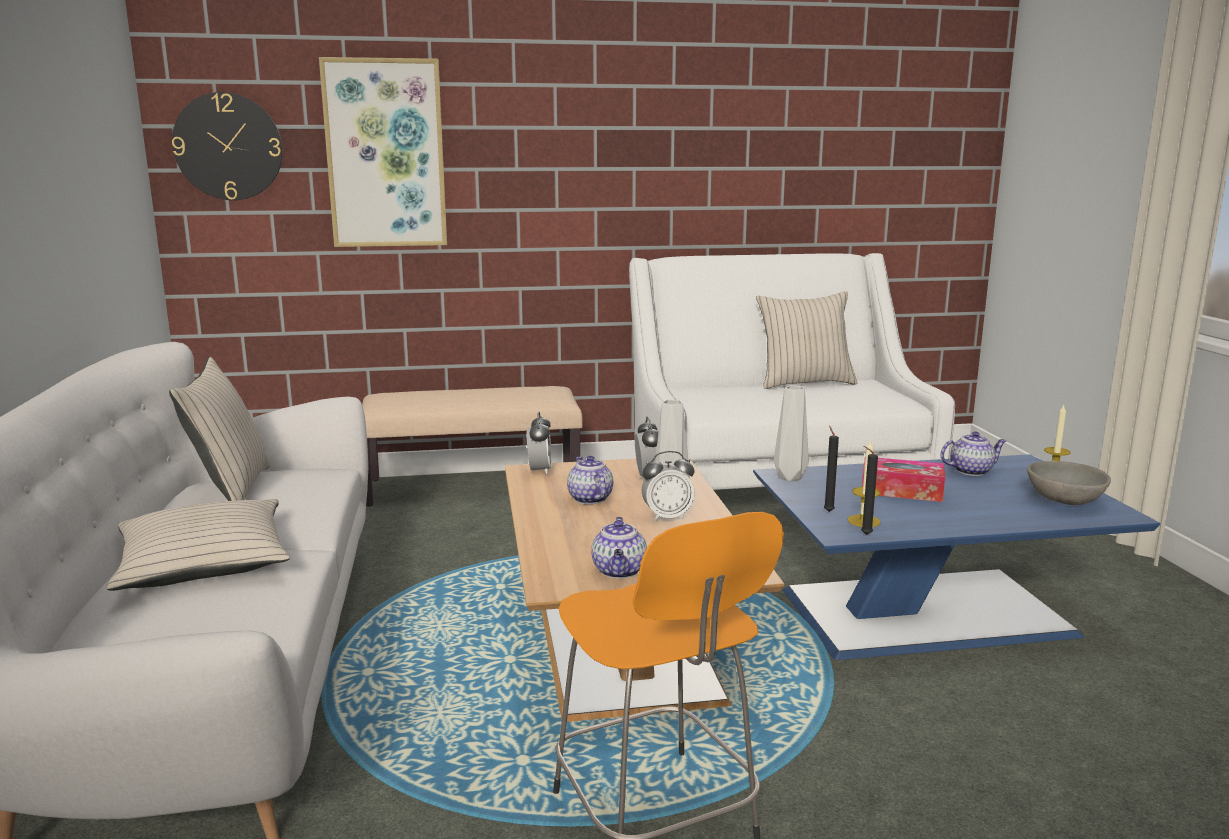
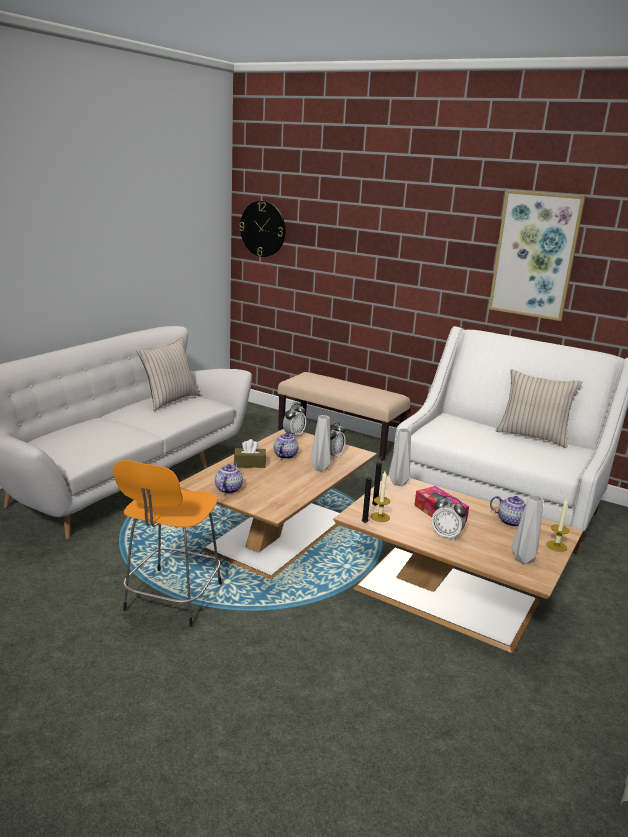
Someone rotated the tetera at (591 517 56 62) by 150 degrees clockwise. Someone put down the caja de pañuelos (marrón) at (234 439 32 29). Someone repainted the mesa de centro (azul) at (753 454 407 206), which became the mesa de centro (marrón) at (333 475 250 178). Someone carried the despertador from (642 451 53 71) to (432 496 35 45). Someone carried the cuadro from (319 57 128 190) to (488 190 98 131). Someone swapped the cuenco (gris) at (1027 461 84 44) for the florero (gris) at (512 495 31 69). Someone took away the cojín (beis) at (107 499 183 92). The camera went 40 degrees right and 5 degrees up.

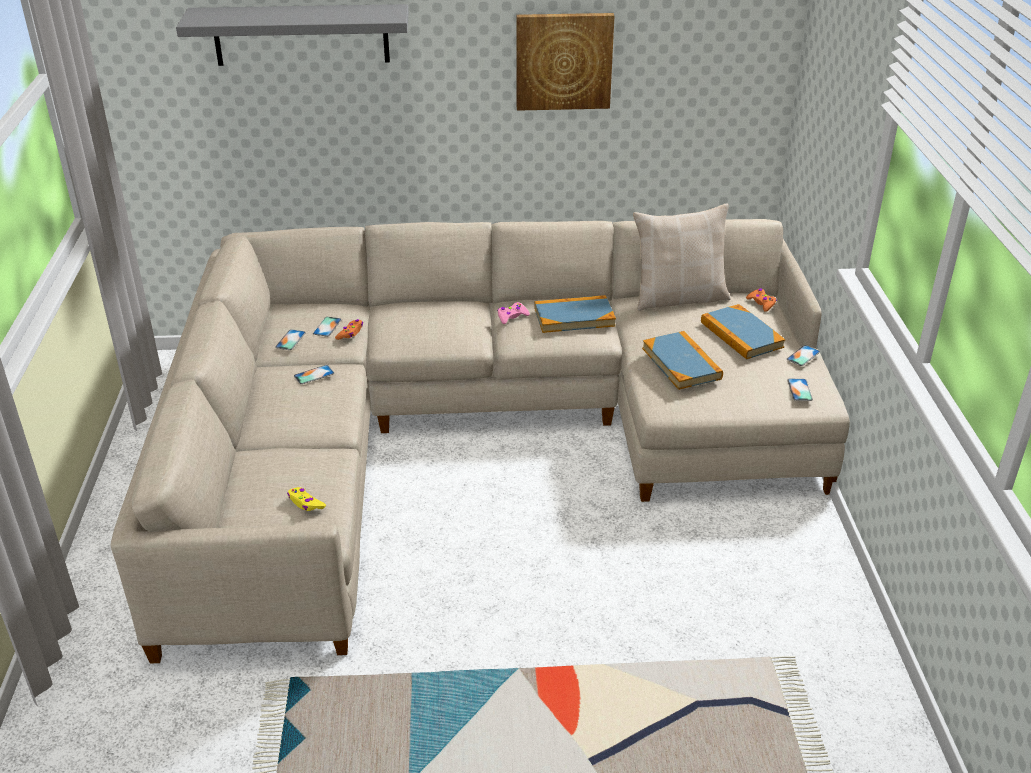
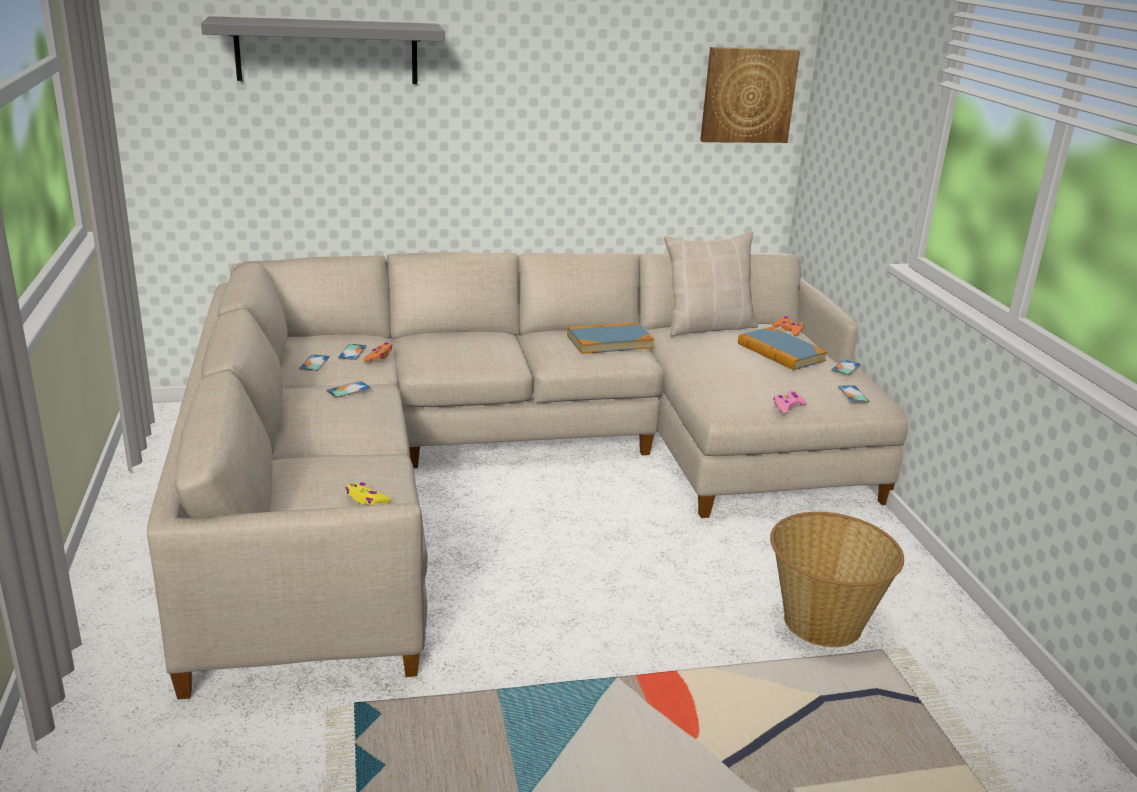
Someone carried the cuadro from (517 13 97 98) to (700 47 100 96). Someone put down the cesta at (770 512 134 135). Someone carried the mando de consola (rosa) from (498 302 32 22) to (774 391 33 23). Someone took away the libro at (642 331 81 59). The camera went 10 degrees left and 10 degrees down.

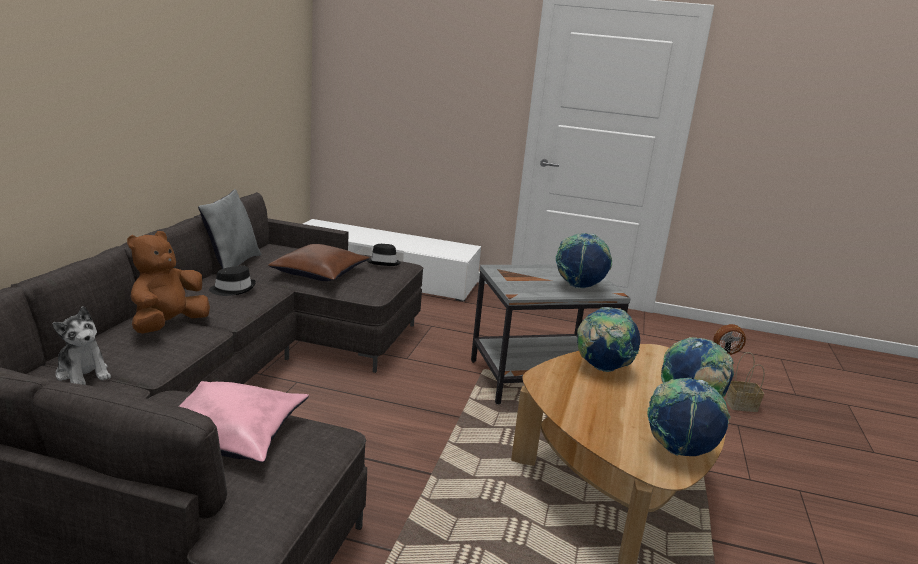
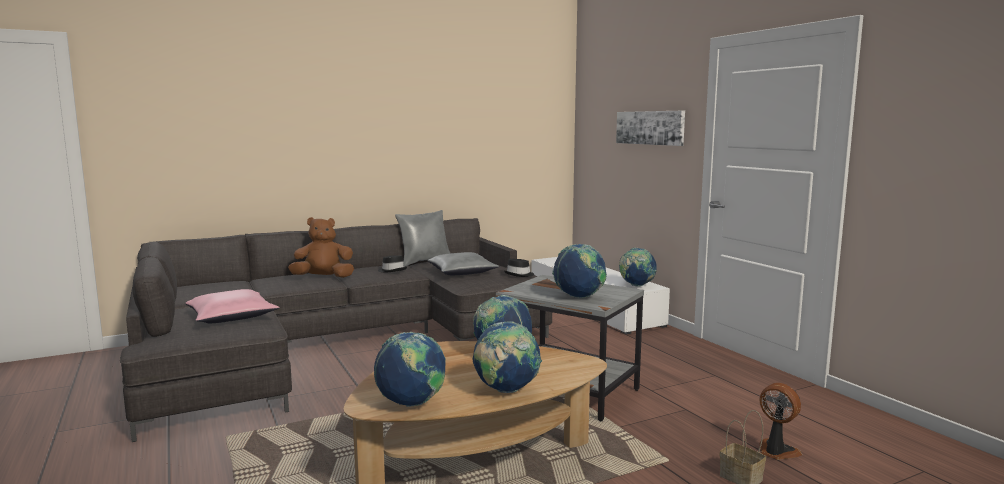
Someone repainted the cojín (marrón) at (268 244 102 37), which became the cojín (gris) at (427 252 72 23). Someone put up the cuadro at (616 111 69 35). Someone put down the globo terráqueo at (619 248 38 38). Someone took away the peluche at (52 306 59 79). The camera went 50 degrees right and 10 degrees down.

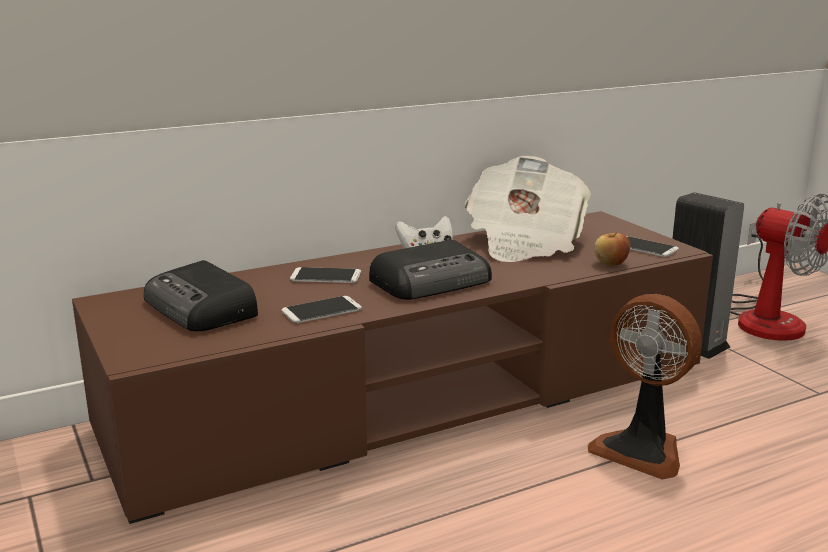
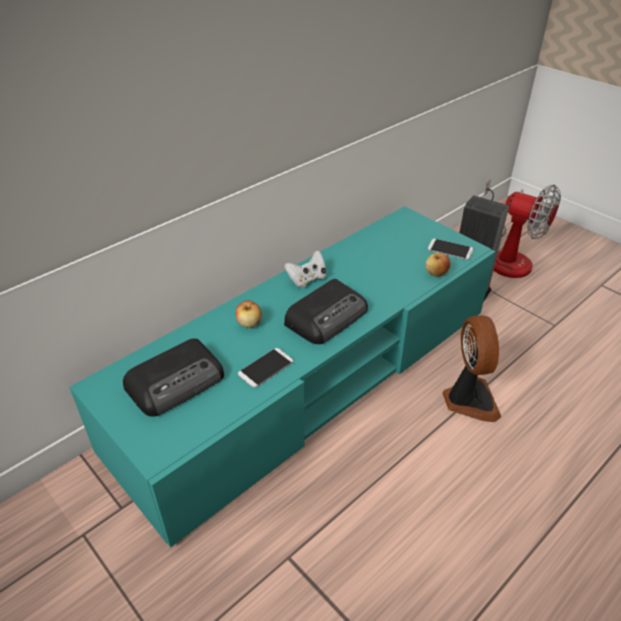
Someone repainted the mueble de televisión (marrón) at (72 211 641 313), which became the mueble de televisión (turquesa) at (69 206 427 341). Someone rotated the radio at (144 260 114 71) by 75 degrees counterclockwise. Someone swapped the móvil at (290 267 71 16) for the manzana at (236 300 26 28). Someone rotated the ventilador at (587 294 115 185) by 120 degrees counterclockwise. Someone took away the periódico at (465 156 126 106). The camera went 15 degrees left and 20 degrees up.

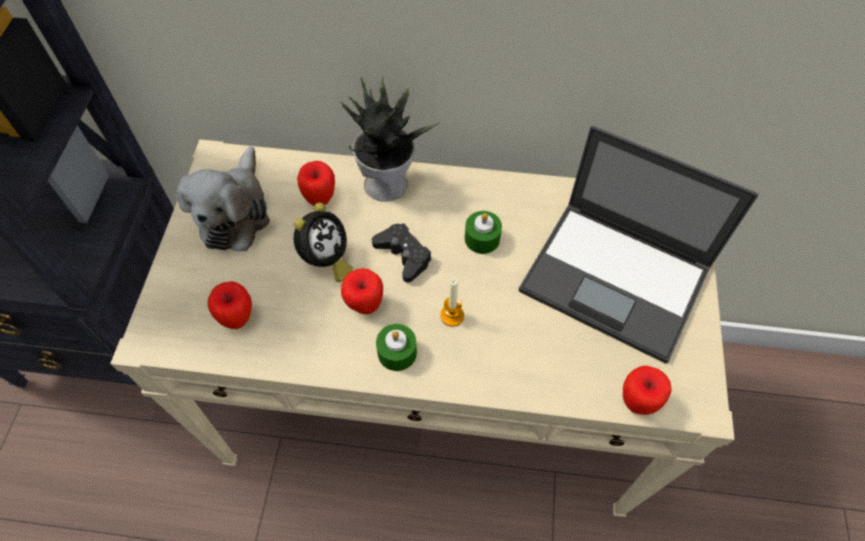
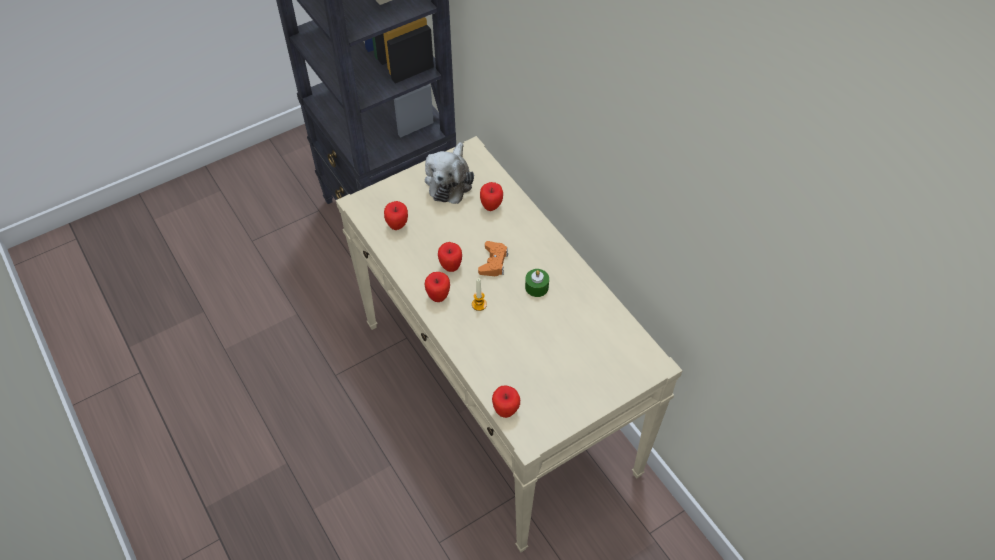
Someone rotated the peluche at (176 146 94 106) by 45 degrees counterclockwise. Someone swapped the vela (verde) at (376 324 41 47) for the manzana at (425 272 25 30). Someone repainted the mando de consola (negro) at (372 223 60 60), which became the mando de consola (naranja) at (478 241 30 35). Someone took away the despertador at (294 202 59 80). Someone took away the planta en maceta at (339 75 100 127). Someone took away the portátil at (519 125 240 239). The camera went 50 degrees right and 5 degrees down.

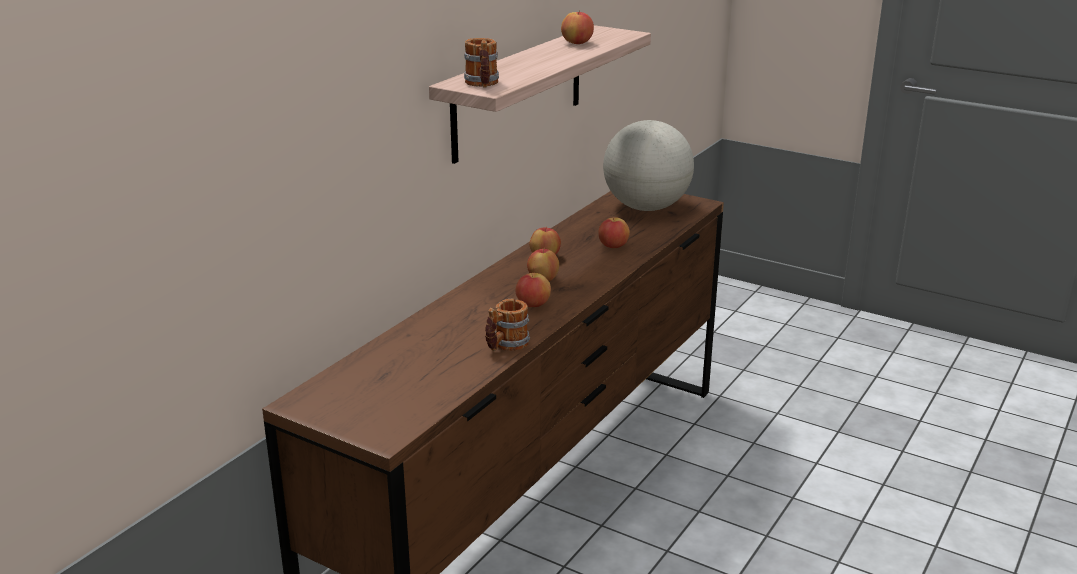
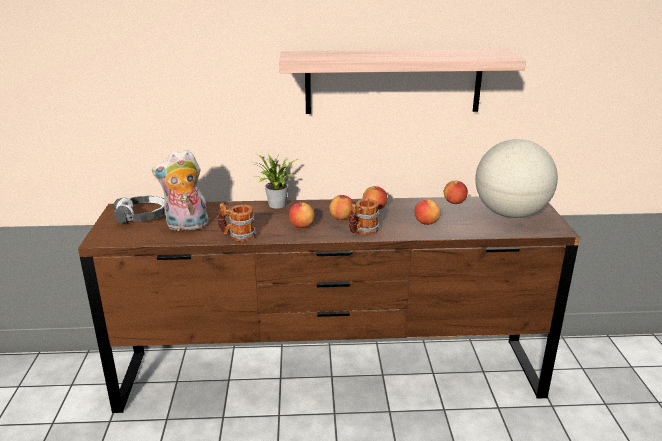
Someone put down the auriculares at (114 196 51 28). Someone put down the peluche at (152 149 59 82). Someone put down the planta en maceta at (254 153 44 56). Someone carried the taza grande from (464 38 35 49) to (349 199 31 36). Someone carried the manzana from (561 11 33 33) to (444 180 24 24). The camera went 55 degrees right and 0 degrees up.

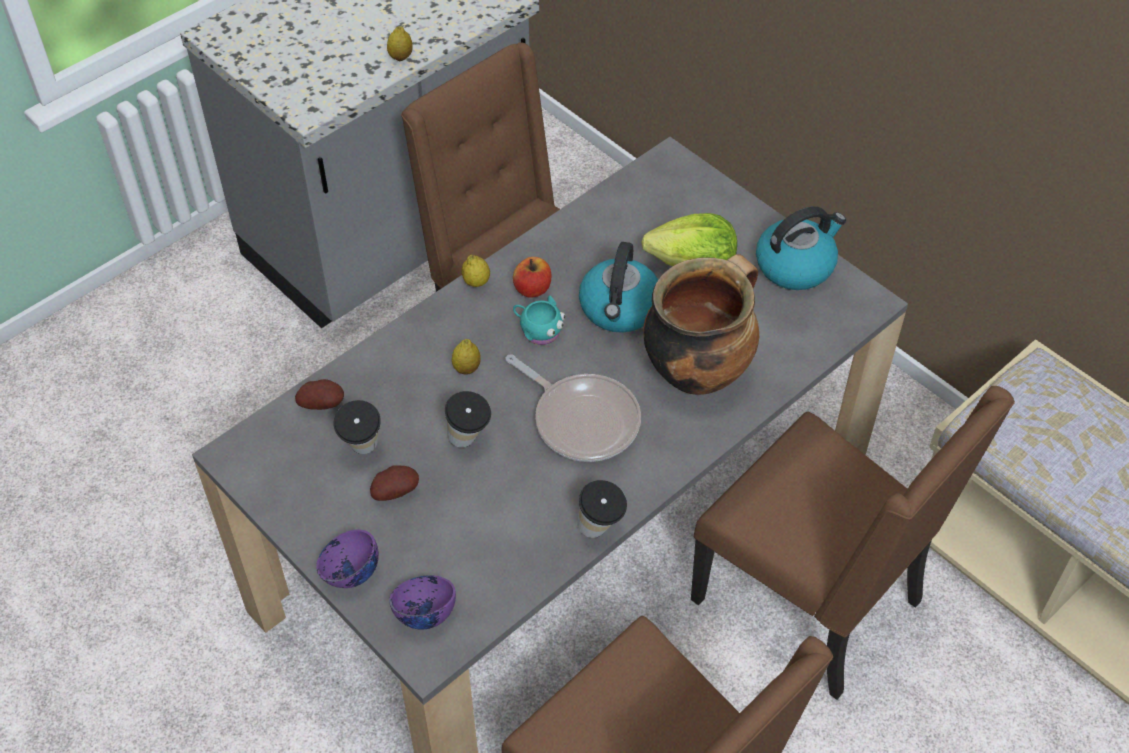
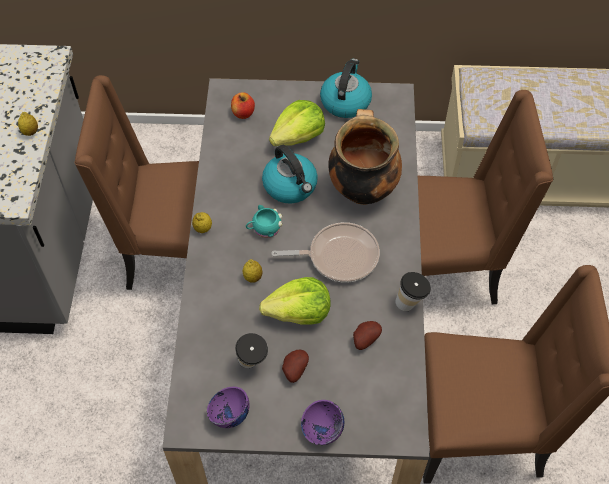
Someone carried the cuenco (morado) from (389 575 67 55) to (207 387 43 41). Someone carried the manzana from (513 257 39 41) to (231 92 24 27). Someone swapped the taza at (445 391 46 57) for the lechuga at (259 277 72 47). Someone carried the patata from (295 379 49 31) to (353 321 29 29). The camera went 45 degrees left and 5 degrees up.

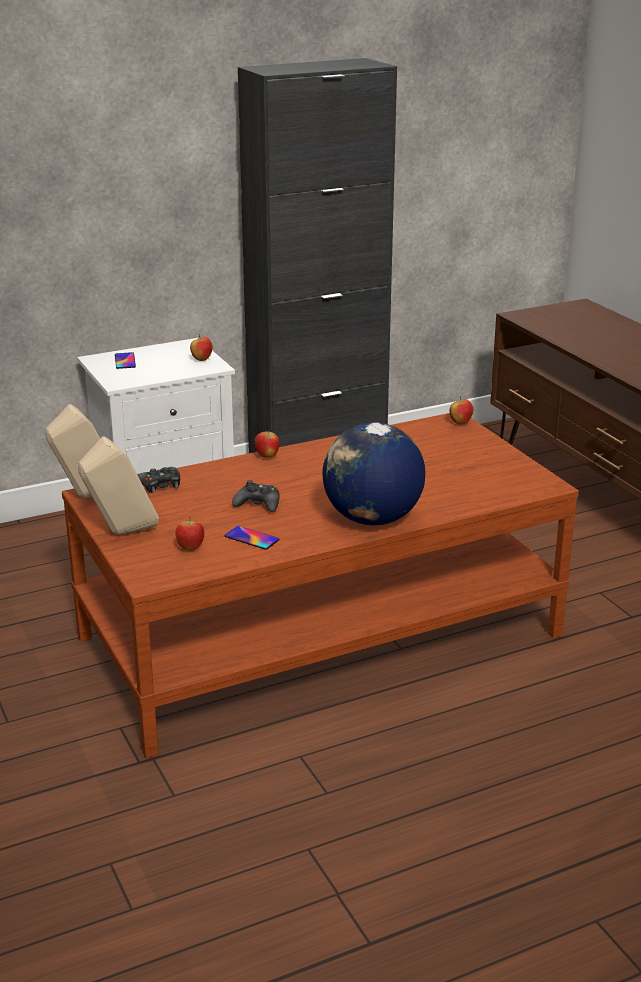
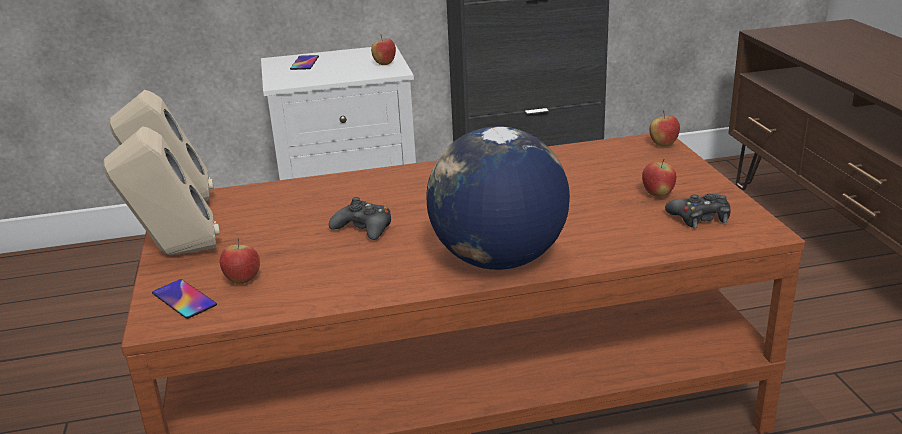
Someone carried the móvil from (224 526 56 24) to (152 279 65 40). Someone carried the manzana from (255 429 25 29) to (642 159 34 38). Someone carried the mando de consola (negro) from (137 467 43 26) to (665 193 65 35). The camera went 15 degrees right and 0 degrees up.

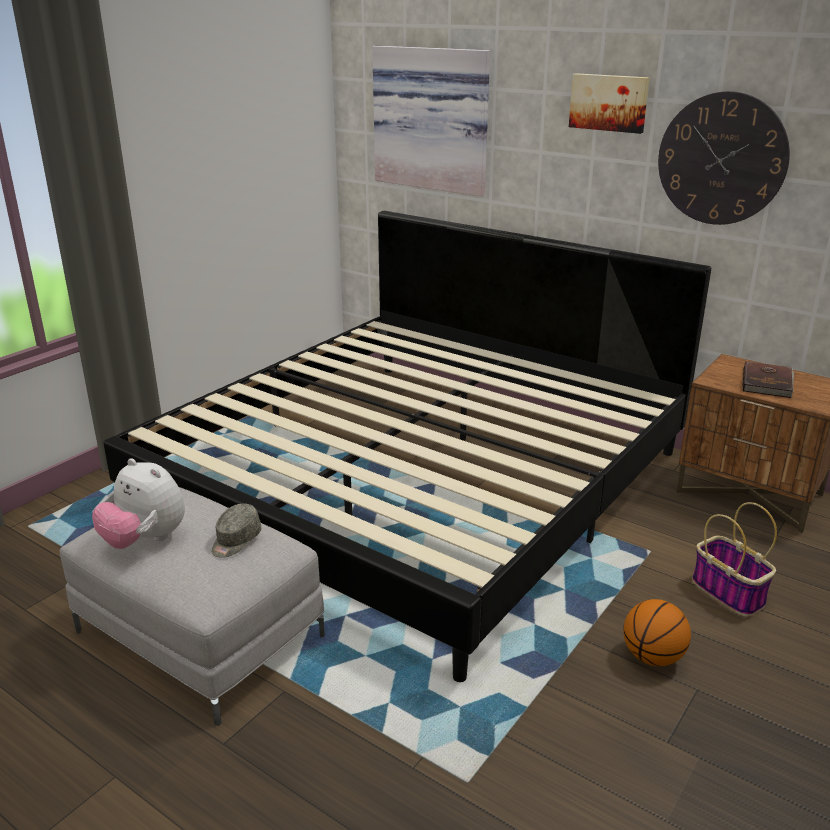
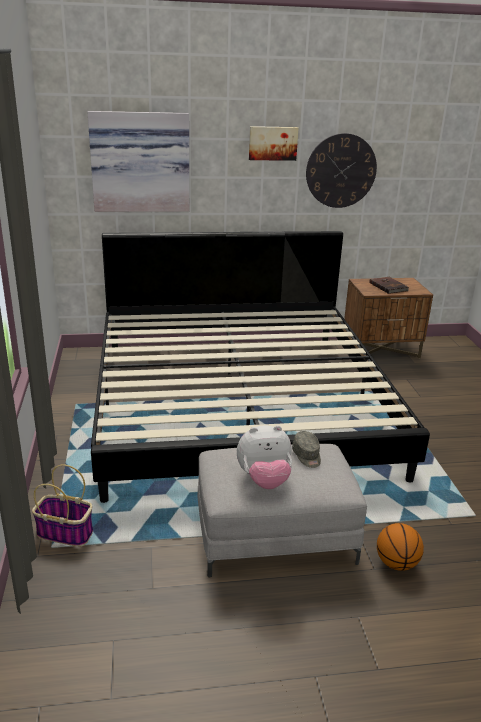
Someone carried the cesta from (692 502 85 115) to (32 464 61 83). Someone carried the balón de baloncesto from (623 599 68 67) to (377 523 47 48). The camera went 45 degrees left and 0 degrees up.

